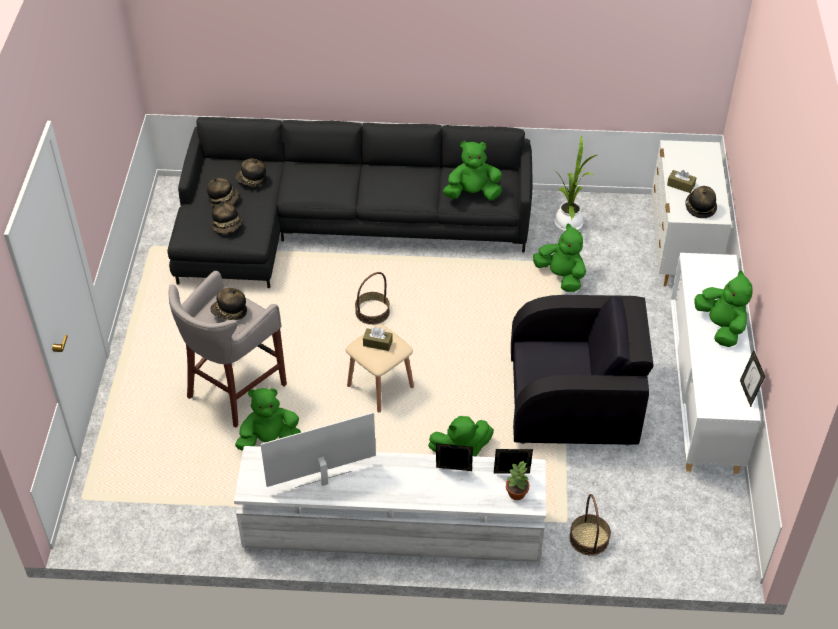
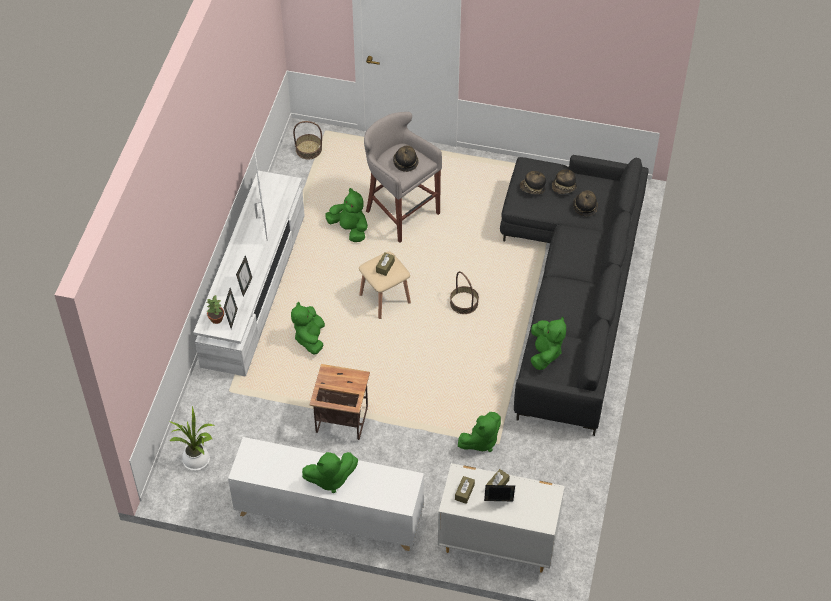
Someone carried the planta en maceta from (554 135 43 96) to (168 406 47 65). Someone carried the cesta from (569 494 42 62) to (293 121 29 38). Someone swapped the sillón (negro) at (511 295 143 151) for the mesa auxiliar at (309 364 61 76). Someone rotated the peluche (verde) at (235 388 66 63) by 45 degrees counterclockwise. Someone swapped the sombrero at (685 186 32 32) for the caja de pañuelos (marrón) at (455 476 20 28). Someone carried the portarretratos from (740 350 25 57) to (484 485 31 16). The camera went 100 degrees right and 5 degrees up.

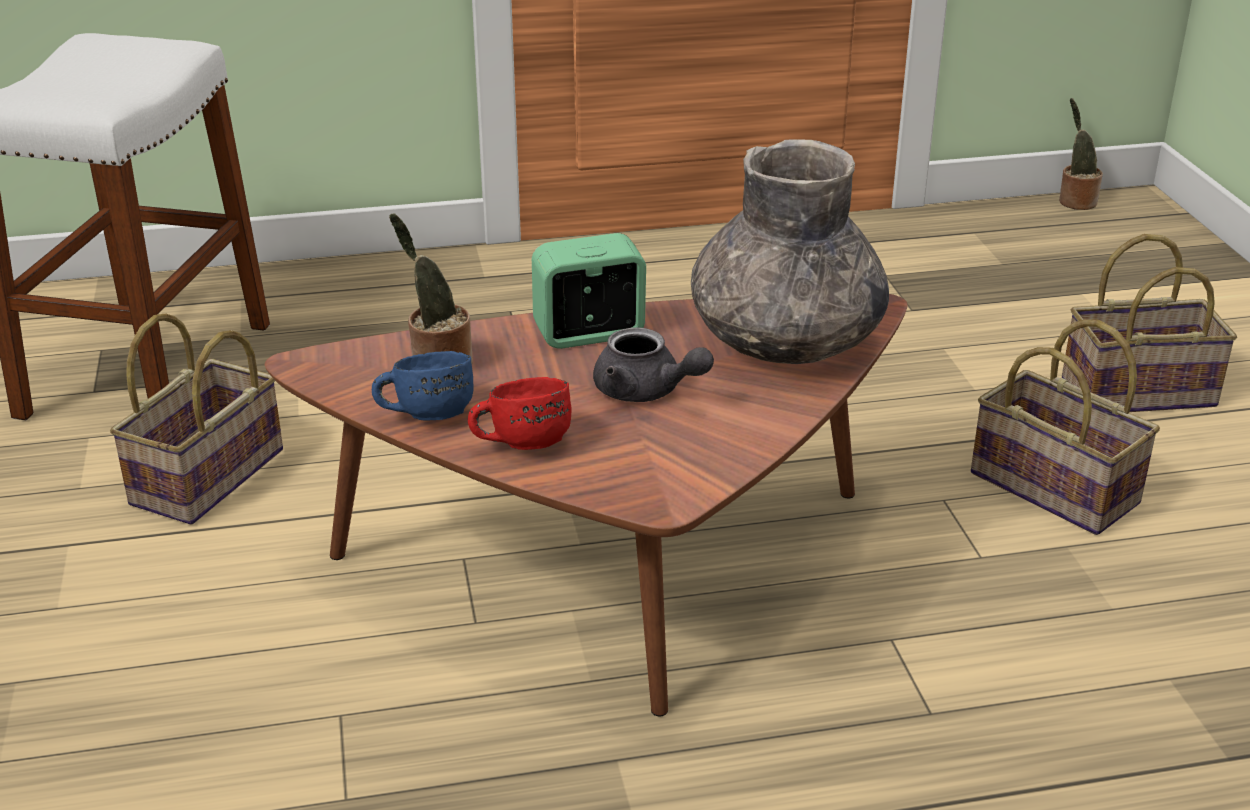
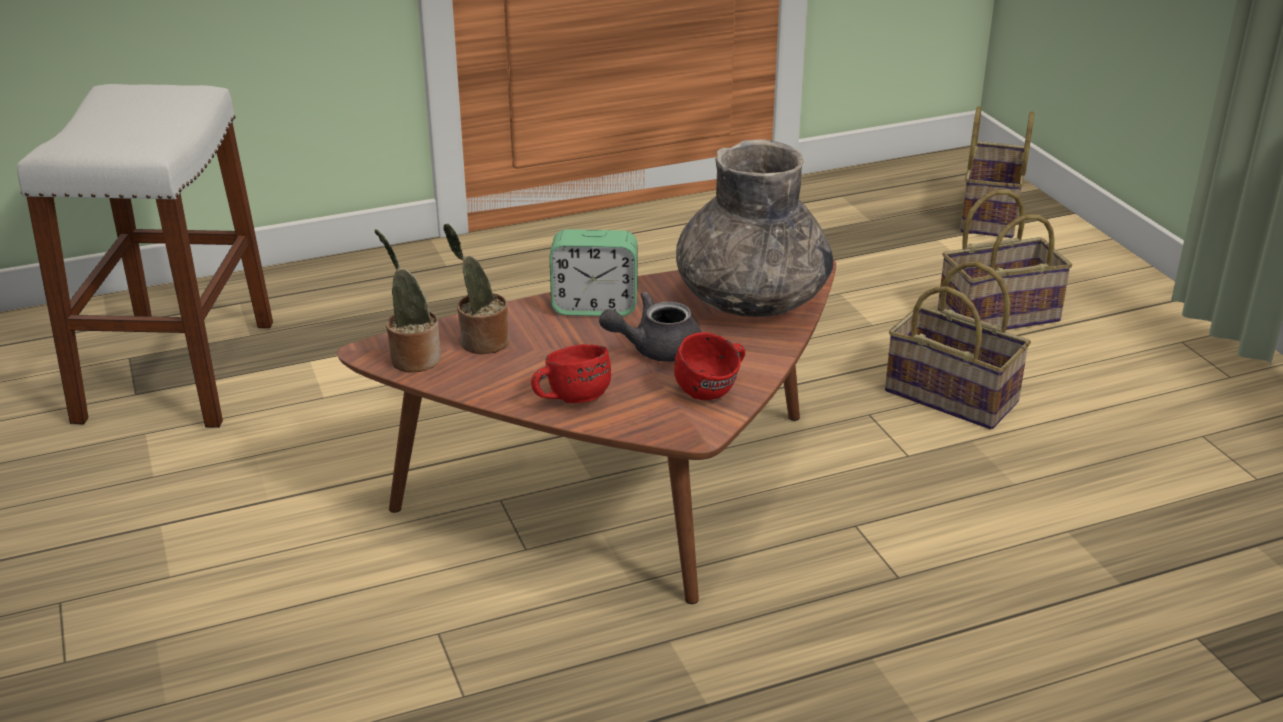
Someone carried the planta en maceta from (1059 98 44 112) to (375 229 66 143). Someone rotated the despertador at (532 233 114 116) by 150 degrees counterclockwise. Someone rotated the tetera (gris) at (593 328 121 74) by 135 degrees clockwise. Someone put down the taza grande (rojo) at (674 332 71 68). Someone carried the cesta from (110 313 173 212) to (960 106 74 132). Someone took away the taza grande (azul) at (372 351 101 69). The camera went 10 degrees left and 0 degrees up.

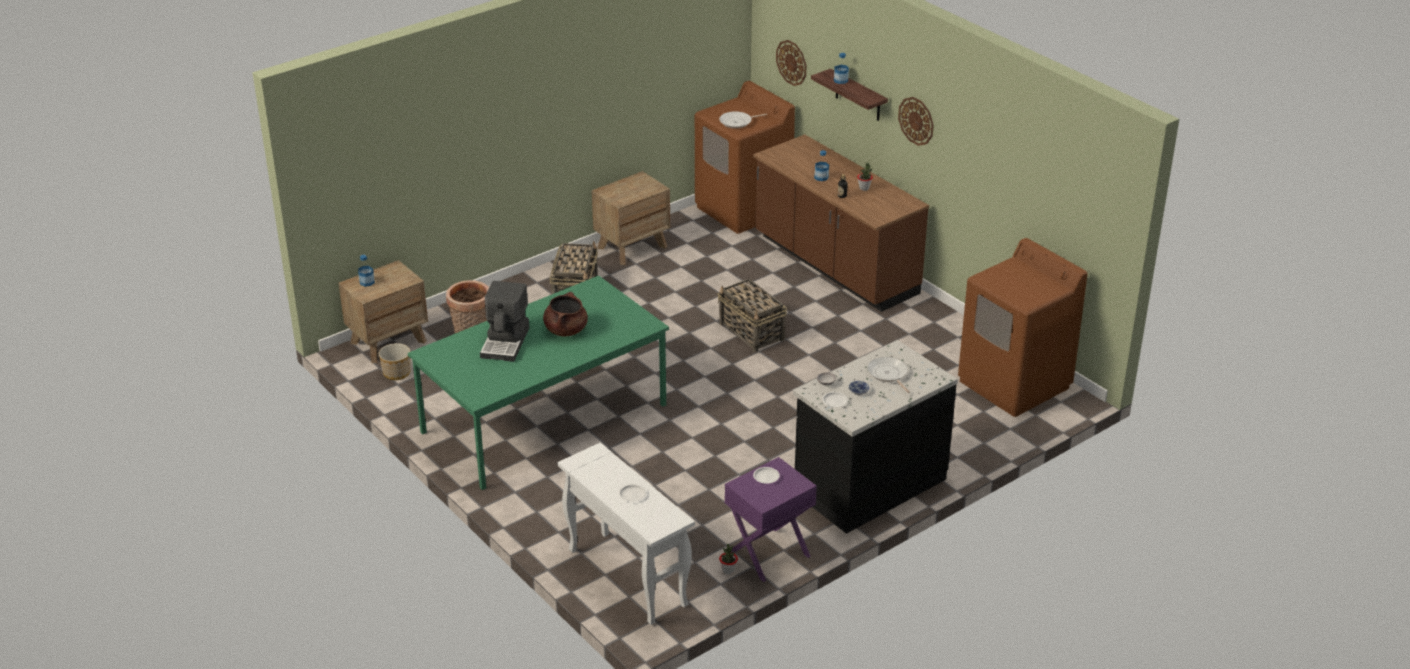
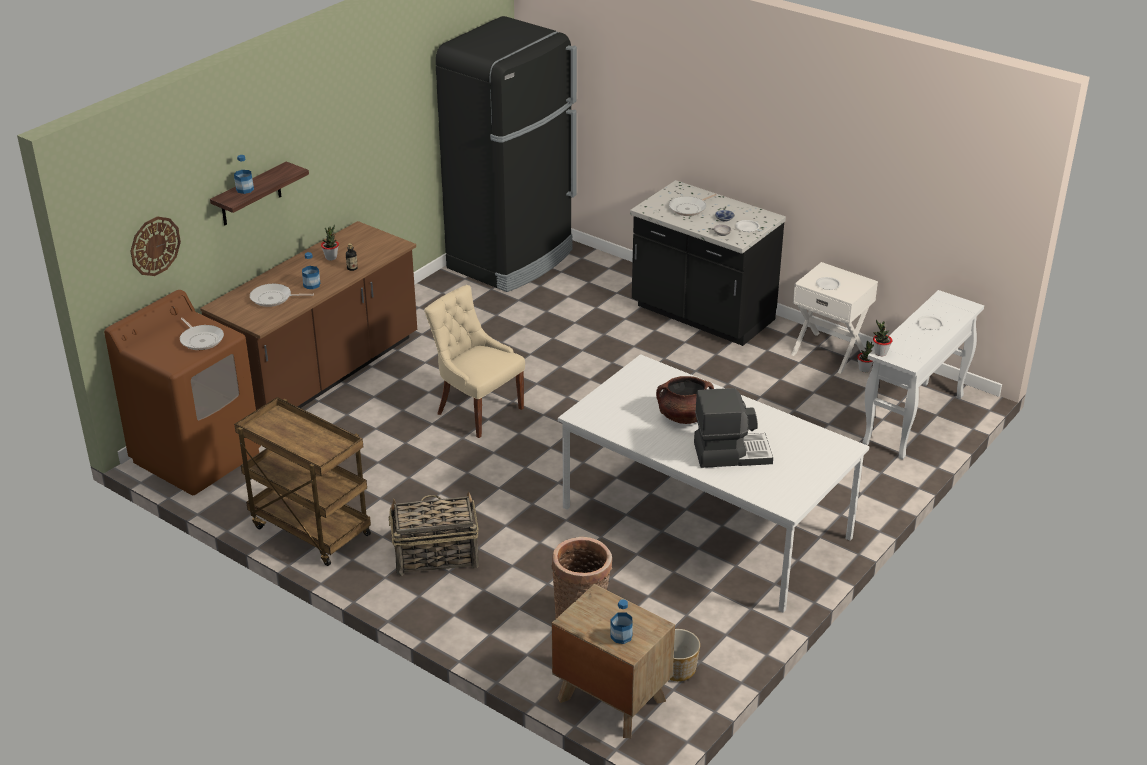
Someone swapped the mesita de noche (marrón) at (592 171 78 94) for the carrito (marrón) at (234 397 137 169). Someone put down the sartén at (250 284 64 23). Someone swapped the cesta at (717 279 70 73) for the silla (beis) at (424 285 101 153). Someone swapped the lavadora (marrón) at (958 238 130 179) for the nevera (negro) at (436 16 141 276). Someone repainted the mesa de comedor (verde) at (408 275 261 215), which became the mesa de comedor (blanco) at (558 354 311 259). Someone repainted the mesita de noche (morado) at (725 457 92 125), which became the mesita de noche (blanco) at (791 262 87 112). Someone put down the planta en maceta at (873 320 19 36). Someone took away the reloj de pared at (898 97 36 49). The camera went 105 degrees left and 0 degrees up.

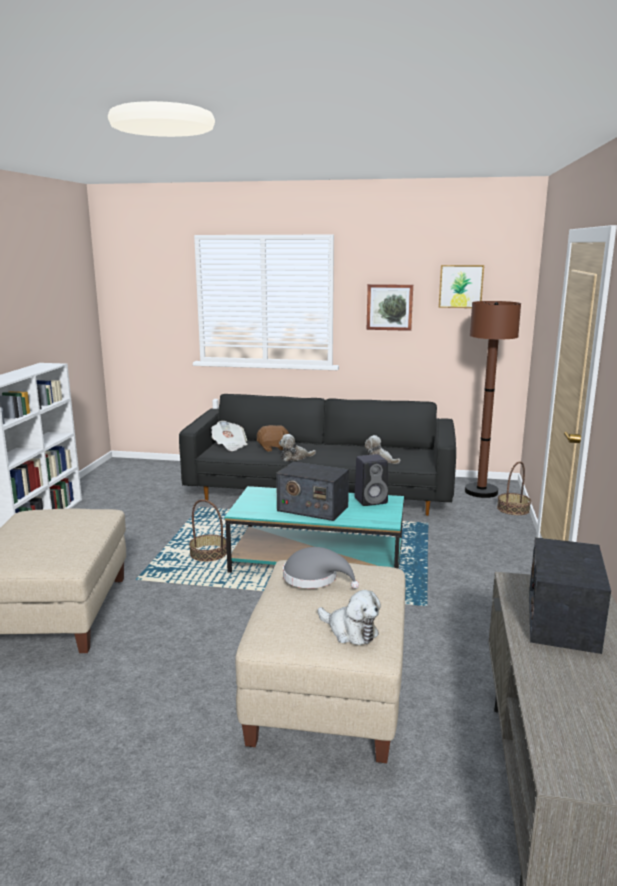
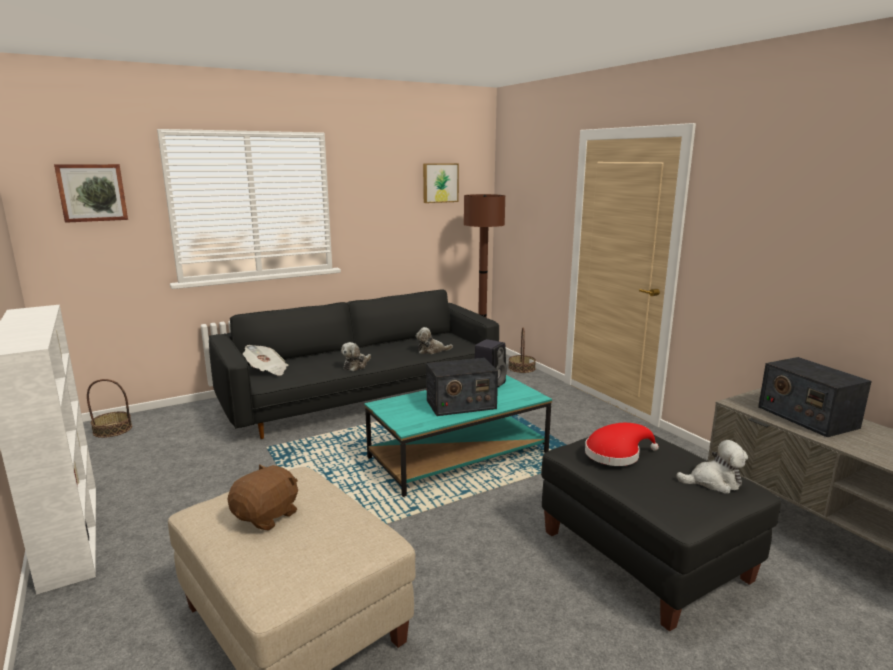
Someone carried the cuadro from (367 284 46 47) to (54 164 74 59). Someone carried the cesta from (189 499 38 63) to (87 379 45 59). Someone carried the peluche (marrón) from (257 425 32 27) to (228 464 70 67). Someone repainted the puf (beis) at (235 560 170 203), which became the puf (negro) at (541 435 240 197). Someone repainted the sombrero (gris) at (283 547 76 42), which became the sombrero (rojo) at (585 423 74 43). The camera went 40 degrees left and 0 degrees up.

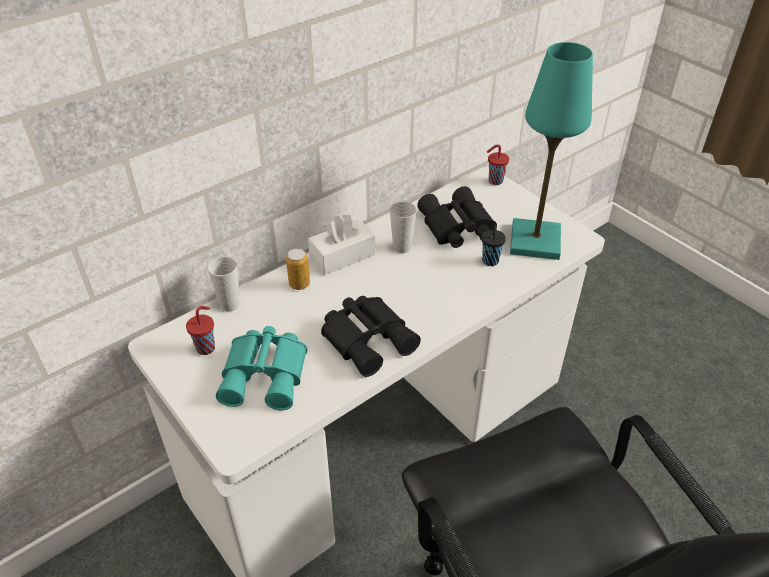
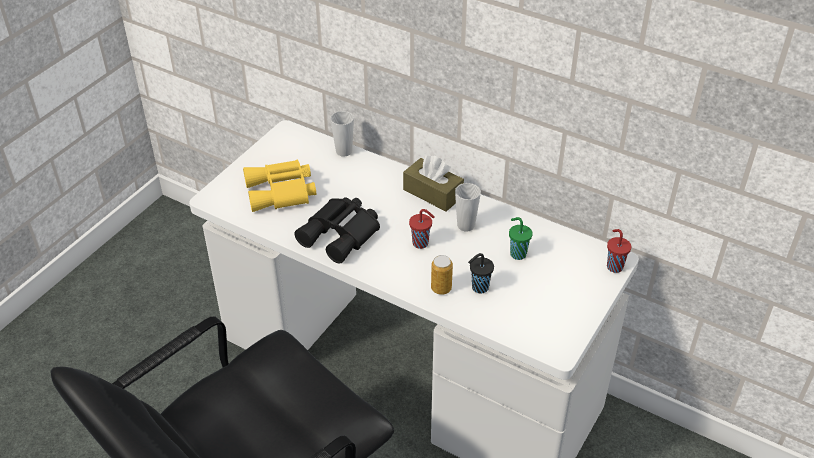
Someone repainted the prismáticos (turquesa) at (216 326 91 84), which became the prismáticos (amarillo) at (243 159 73 53). Someone repainted the caja de pañuelos (blanco) at (308 214 68 61), which became the caja de pañuelos (marrón) at (403 156 61 56). Someone carried the taza (rojo) from (186 306 29 49) to (409 209 26 40). Someone carried the lata from (286 248 24 42) to (431 255 22 40). Someone swapped the prismáticos (negro) at (417 186 80 62) for the taza (verde) at (509 217 24 43). Someone took away the lámpara de mesa (turquesa) at (510 42 83 218). The camera went 70 degrees right and 0 degrees up.

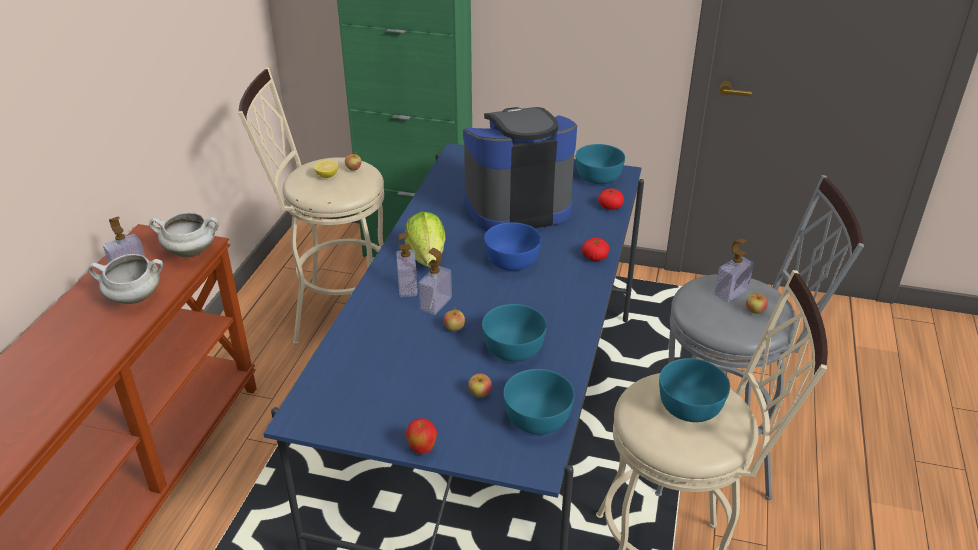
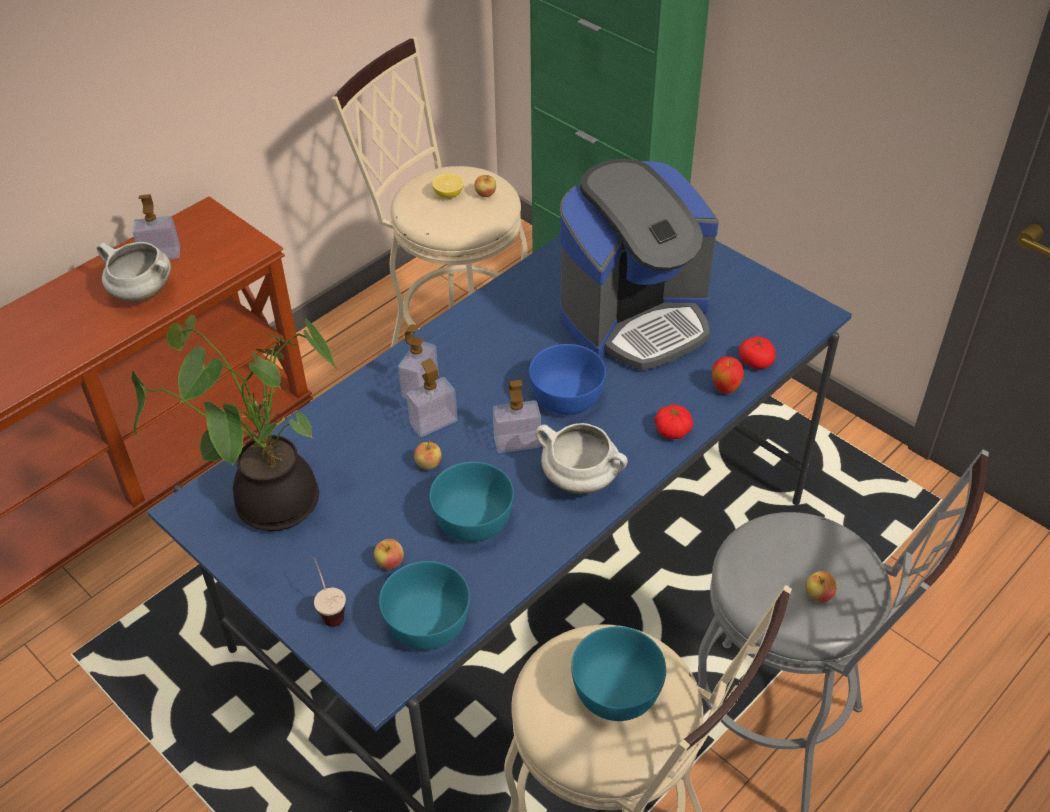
Someone put down the planta en maceta at (132 315 205 216). Someone put down the taza at (313 557 33 70). Someone carried the dispensador de jabón from (714 238 40 64) to (493 380 48 73). Someone carried the olla (blanco) from (149 212 70 46) to (535 423 93 71). Someone rotated the cafetera at (463 107 114 124) by 135 degrees clockwise. Someone carried the manzana from (405 418 32 36) to (712 356 32 38). Someone took away the lechuga at (405 212 40 56). Someone took away the cuenco (turquesa) at (576 144 49 40). The camera went 30 degrees right and 10 degrees up.

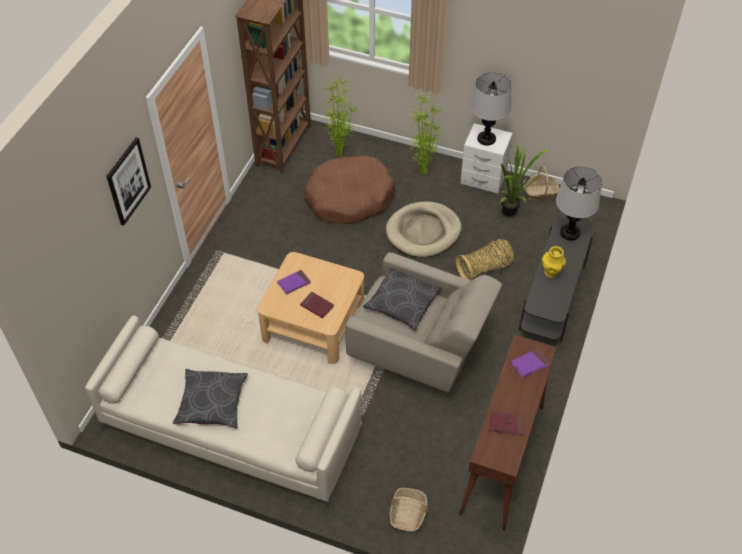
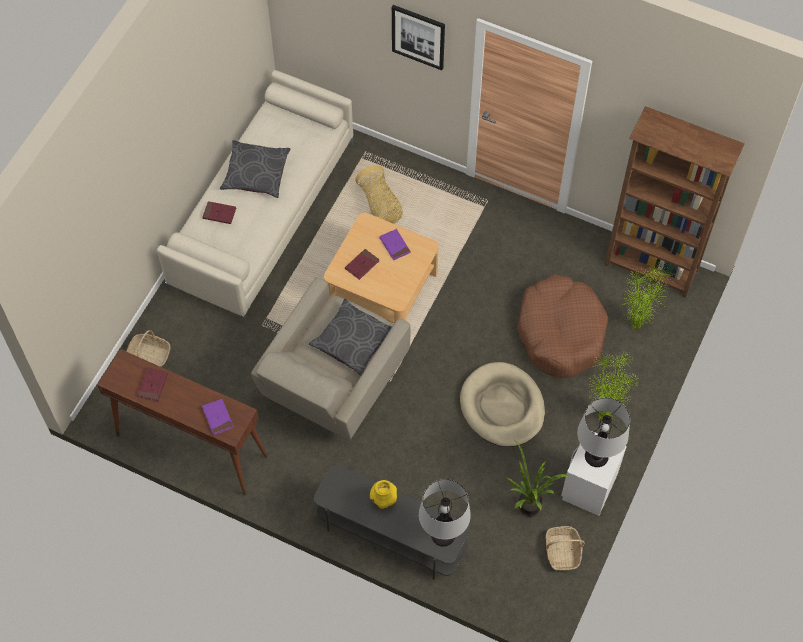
Someone put down the libro (rojo) at (202 201 34 23). Someone carried the cesta from (456 239 58 42) to (355 165 48 59). The camera went 95 degrees right and 10 degrees up.

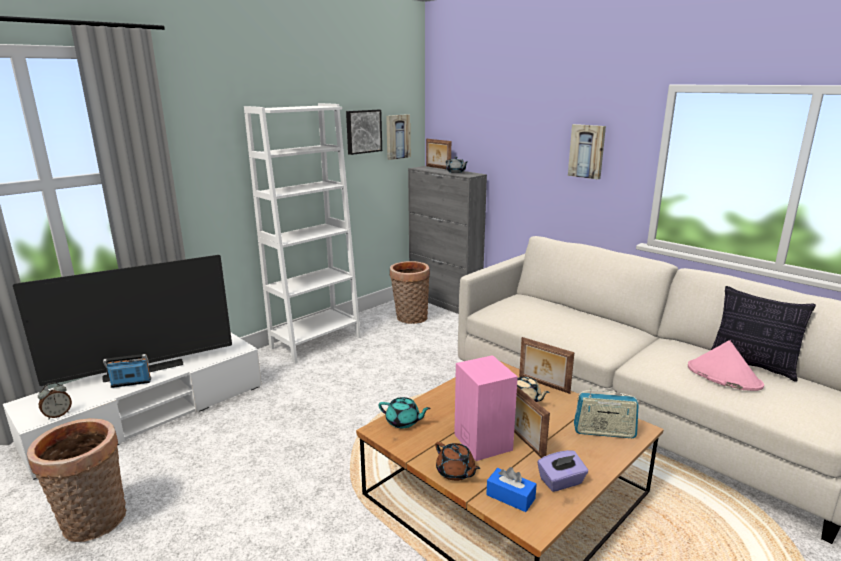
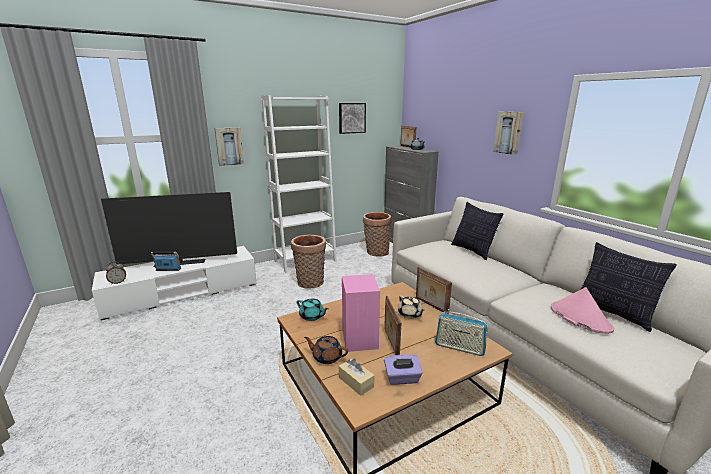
Someone carried the cuadro from (386 114 24 46) to (214 127 30 39). Someone carried the cesta from (27 418 99 124) to (291 235 35 54). Someone rotated the tetera (marrón) at (435 442 45 39) by 135 degrees clockwise. Someone repainted the caja de pañuelos (azul) at (486 467 51 45), which became the caja de pañuelos (beis) at (339 359 36 37). Someone put down the cojín at (451 202 53 58). The camera went 15 degrees right and 0 degrees up.

